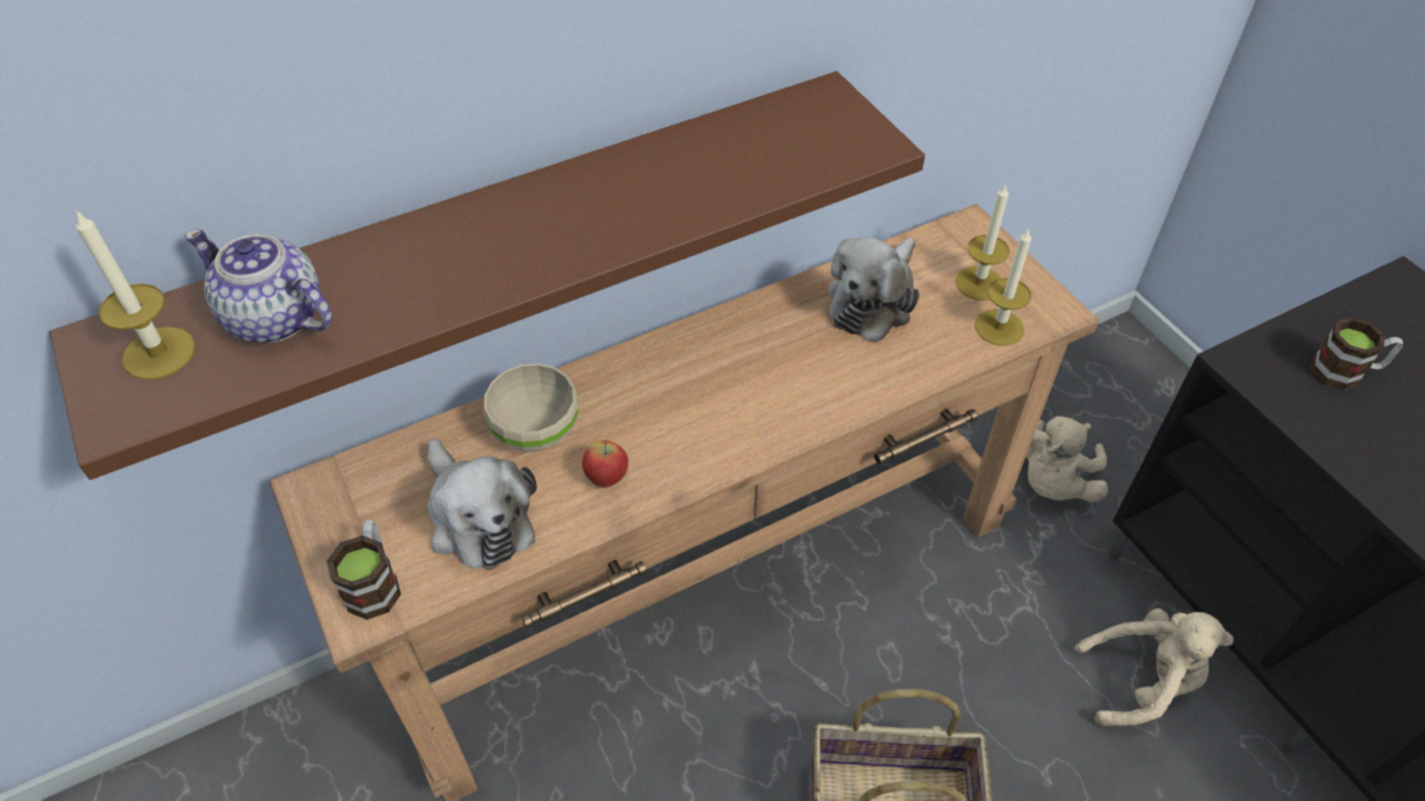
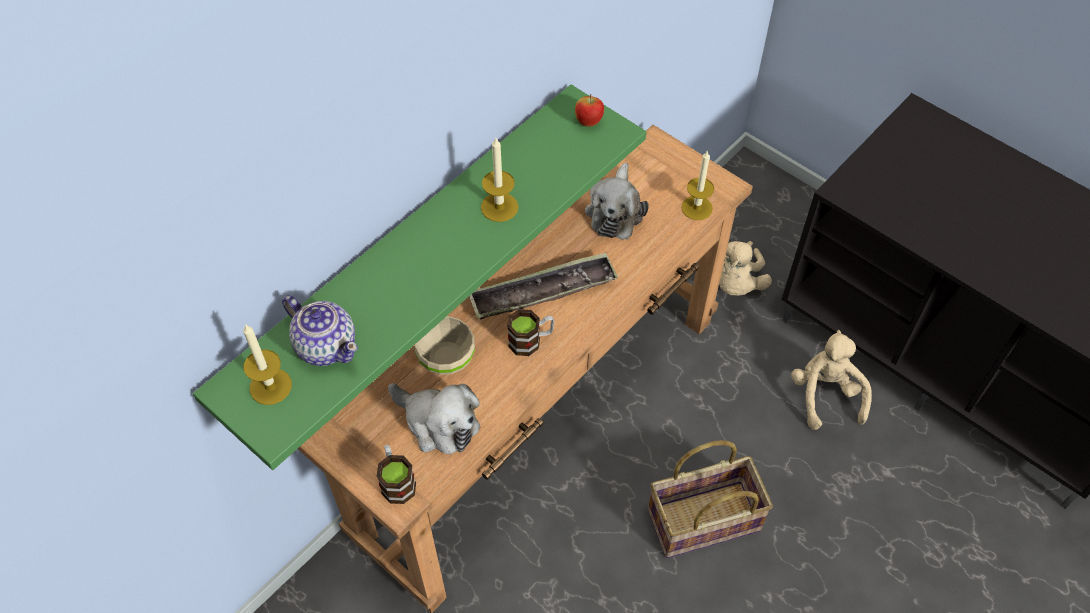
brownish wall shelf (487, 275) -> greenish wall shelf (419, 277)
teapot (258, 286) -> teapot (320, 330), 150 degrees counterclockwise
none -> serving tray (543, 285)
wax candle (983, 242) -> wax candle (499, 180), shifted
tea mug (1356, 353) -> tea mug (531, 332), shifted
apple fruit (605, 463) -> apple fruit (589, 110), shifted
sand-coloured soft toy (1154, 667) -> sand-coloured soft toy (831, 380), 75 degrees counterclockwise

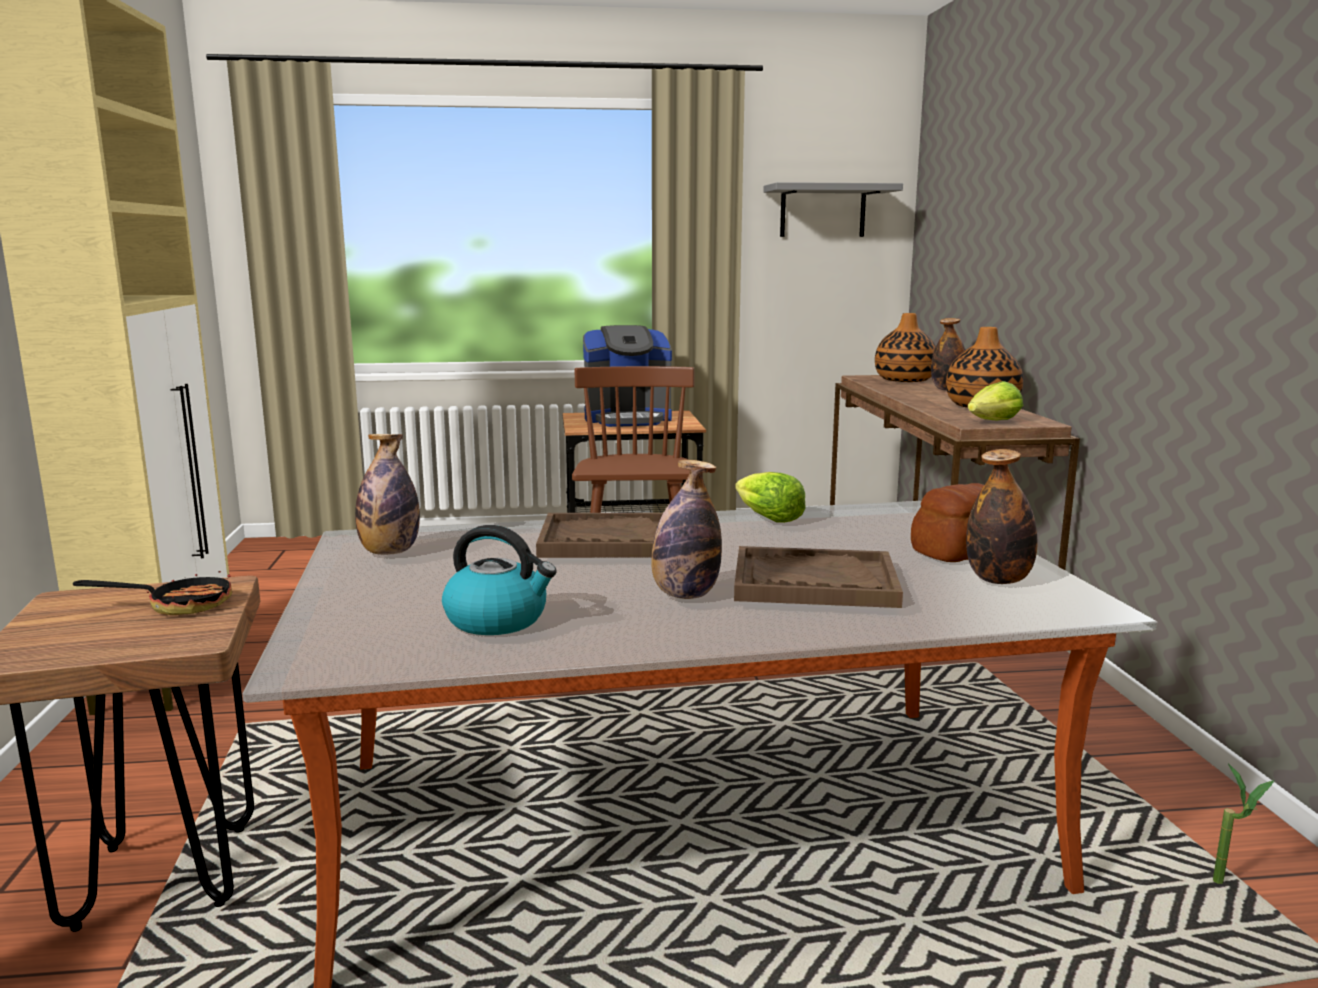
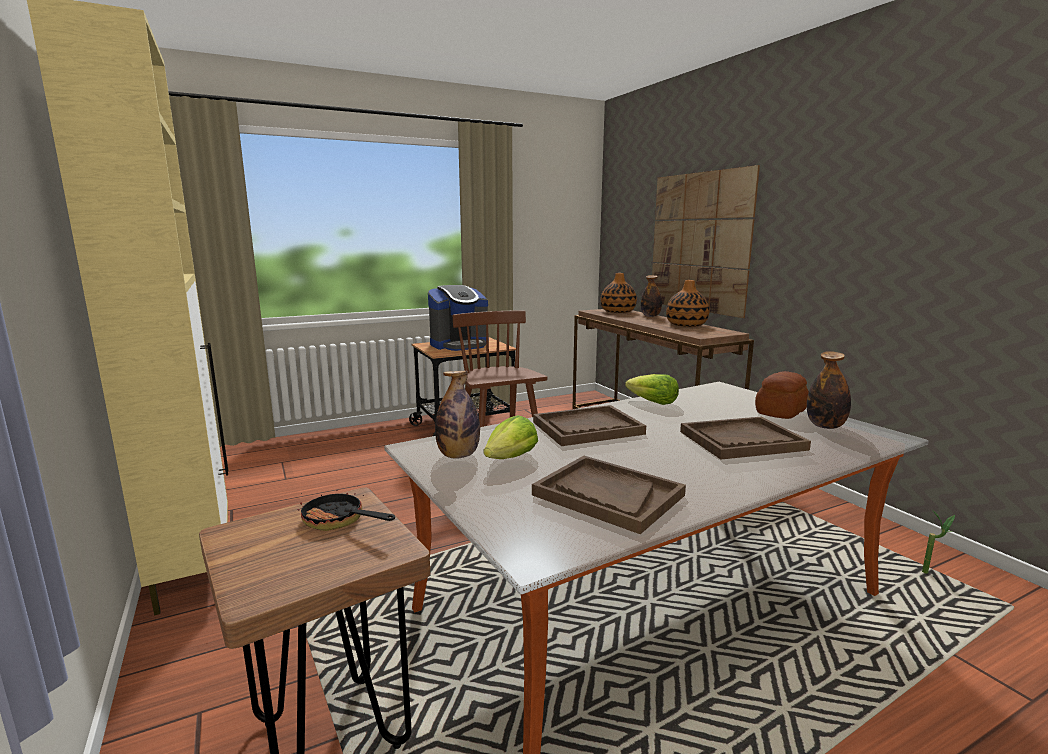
pan (152, 593) -> pan (346, 510), 120 degrees counterclockwise
lettuce (995, 401) -> lettuce (511, 437), shifted
kettle (499, 580) -> brownish serving tray (609, 495)
none -> wall picture (706, 241)
beverage bottle (686, 529) -> none
grey wall shelf (833, 209) -> none

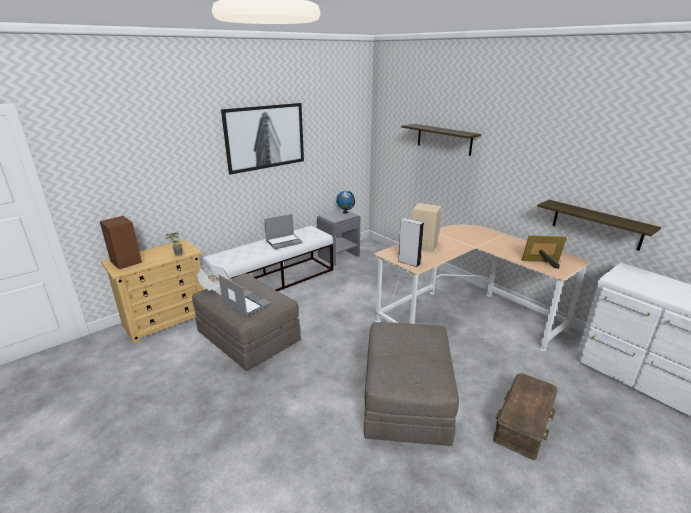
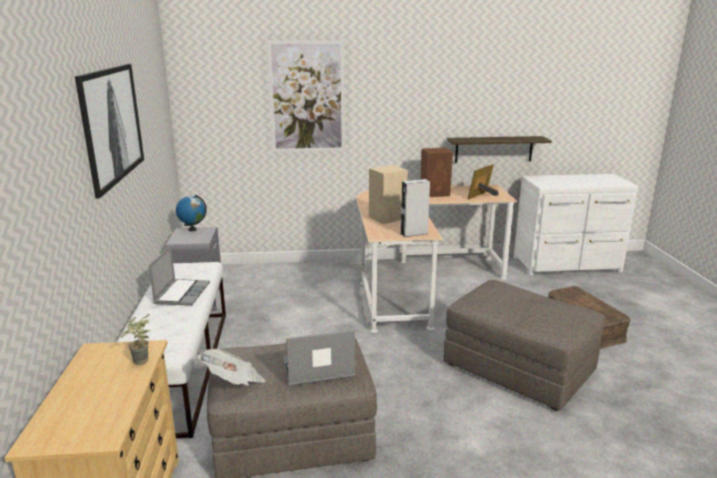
wall shelf (441, 140) -> wall picture (306, 96)
brownish speaker (121, 243) -> brownish speaker (436, 172), shifted

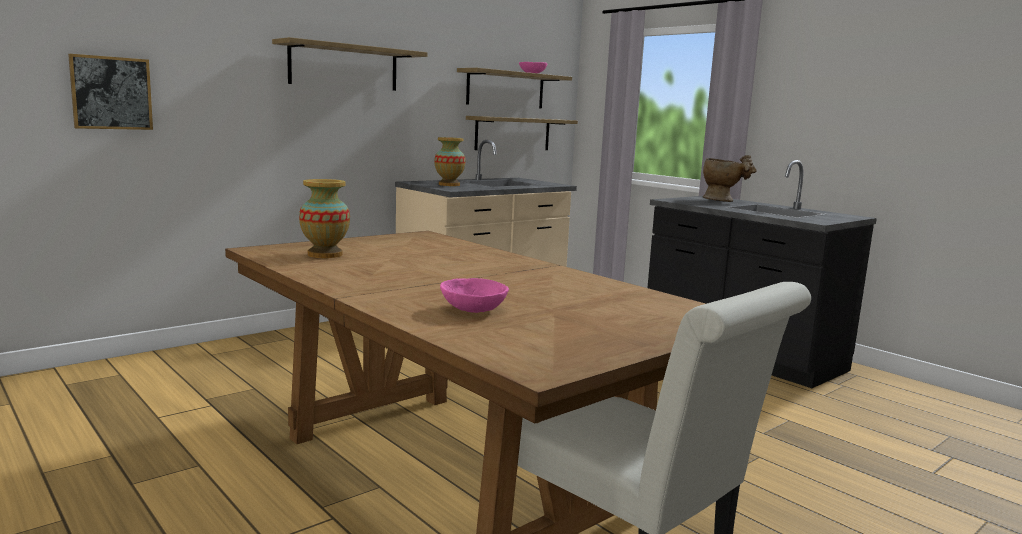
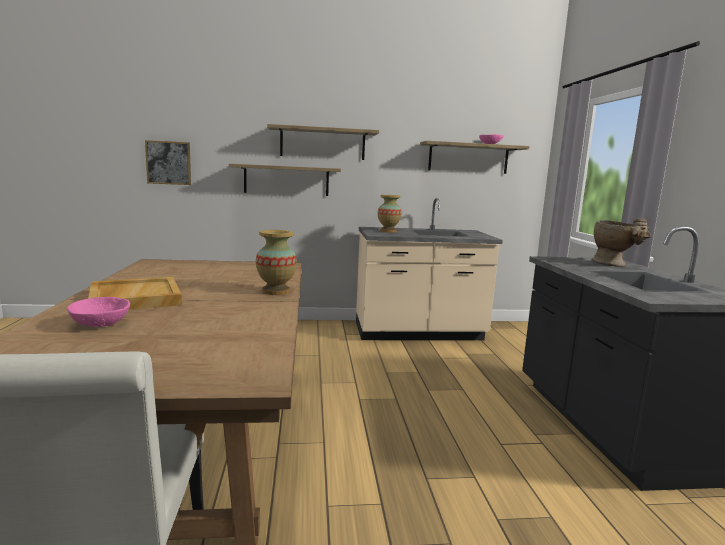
none -> sand-coloured serving tray (135, 293)
wall shelf (522, 133) -> wall shelf (285, 180), shifted
vase (324, 218) -> vase (276, 262), shifted

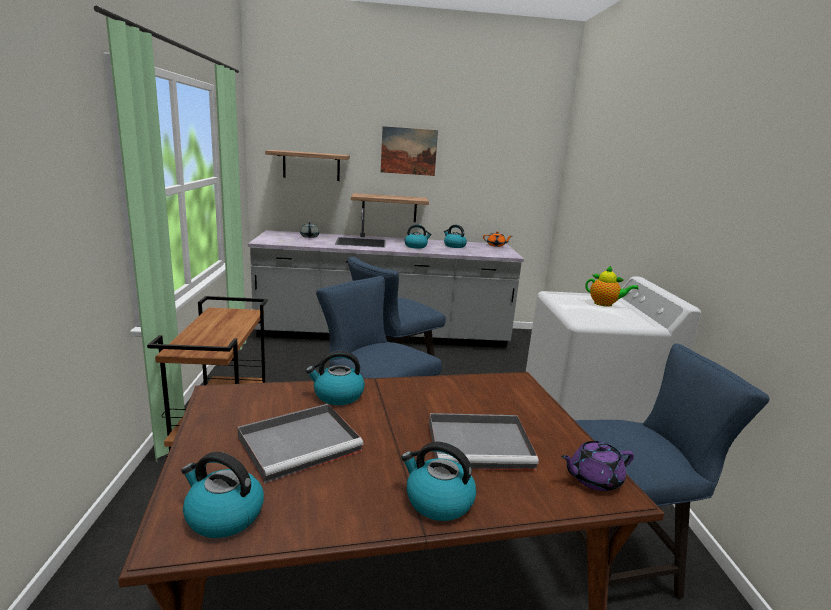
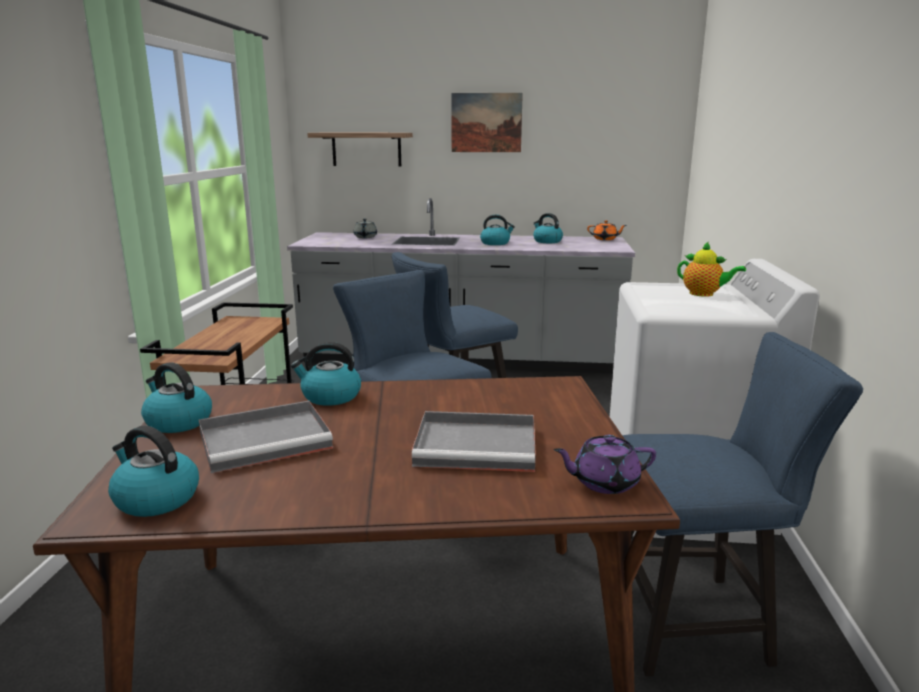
kettle (438, 481) -> kettle (176, 397), shifted
wall shelf (390, 207) -> none

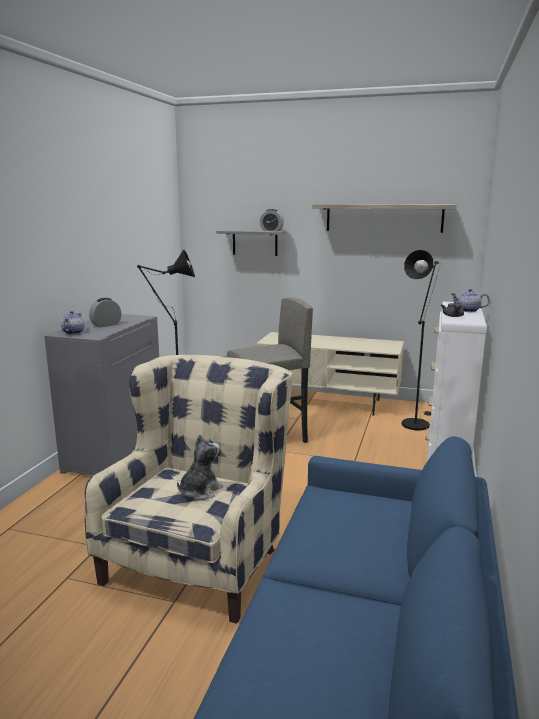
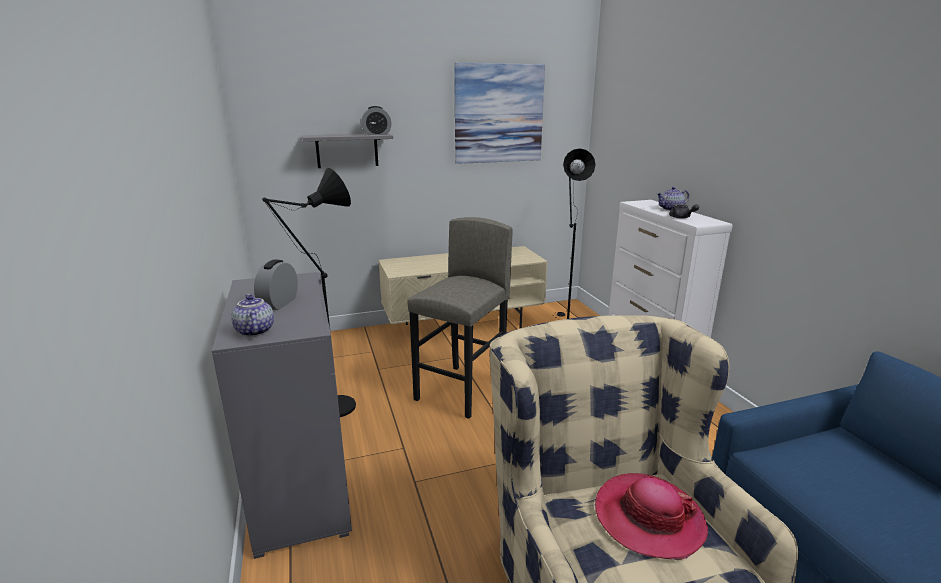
wall shelf (384, 218) -> wall picture (499, 113)
soft toy (200, 467) -> wearable hat (651, 516)

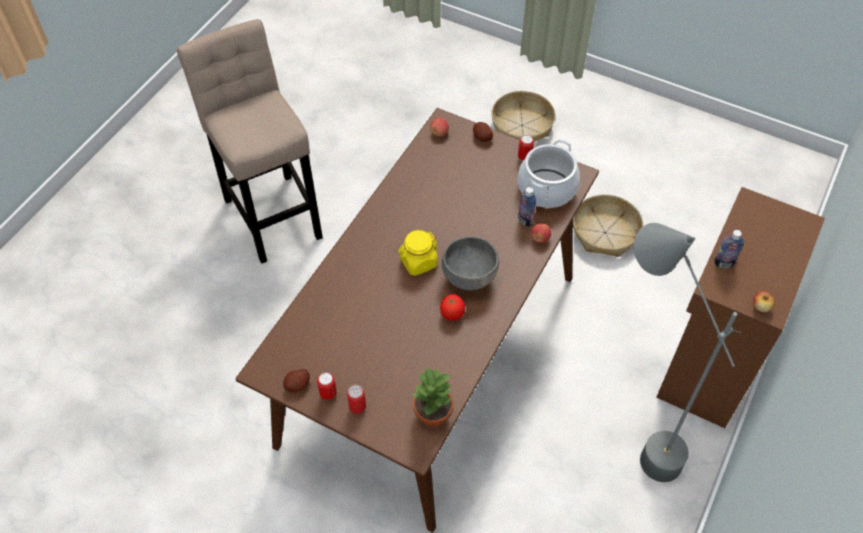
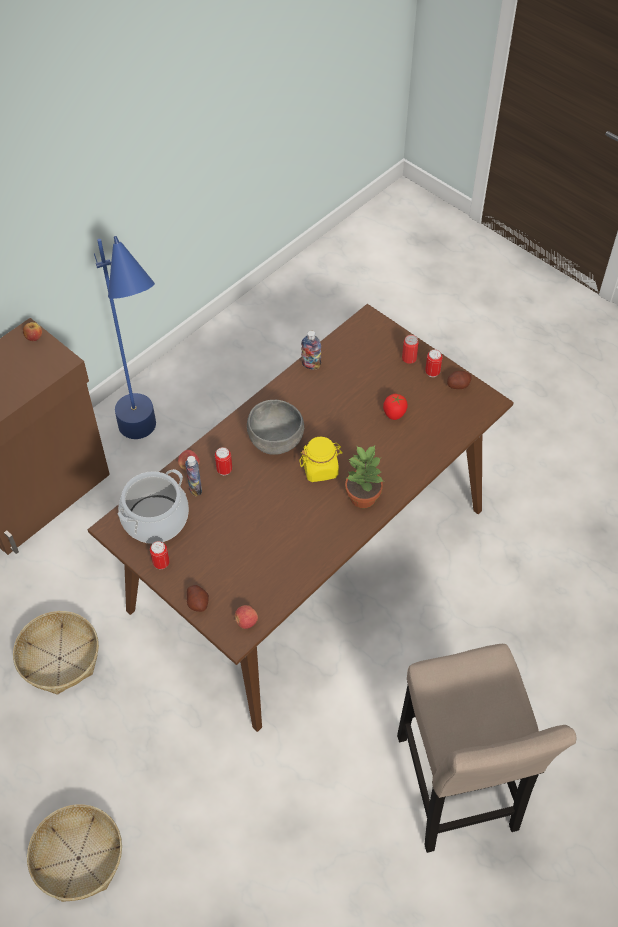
grey standard lamp (687, 352) -> bluish standard lamp (125, 337)
none -> metal can (223, 461)
beverage bottle (729, 249) -> beverage bottle (311, 350), shifted
potted plant (432, 397) -> potted plant (364, 477), shifted
fresh tomato (452, 307) -> fresh tomato (395, 407), shifted

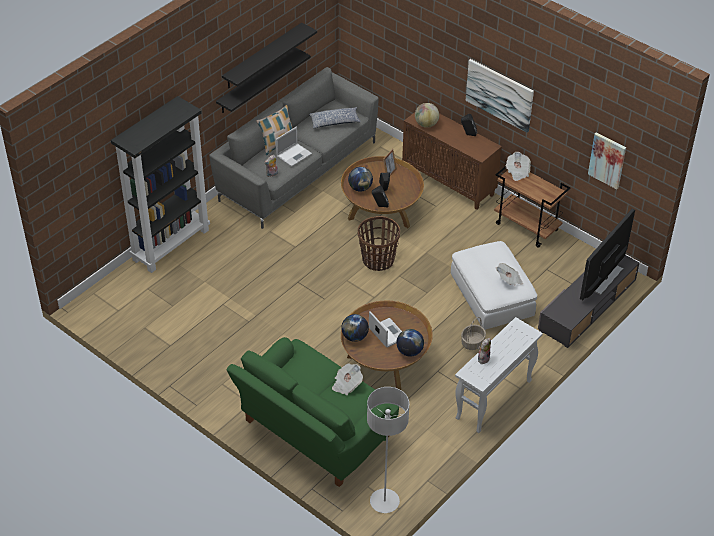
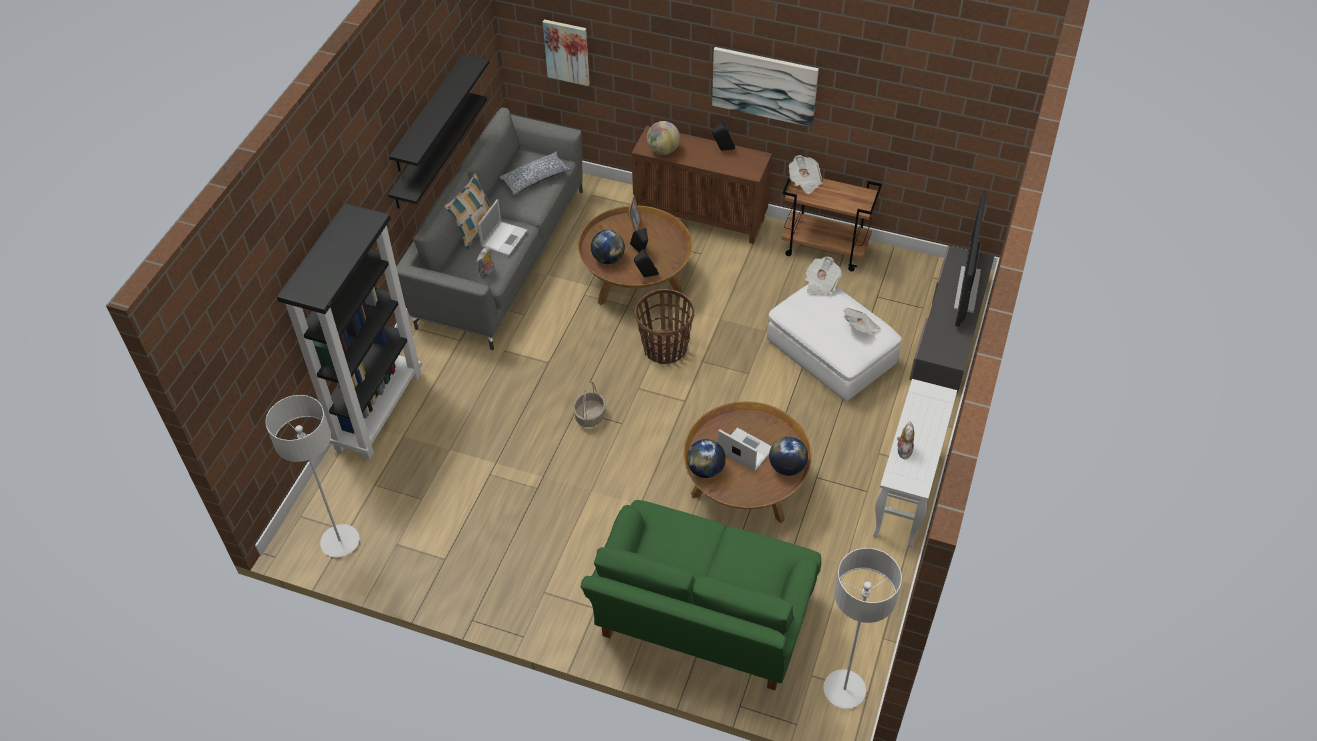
none -> grey standard lamp (312, 476)
wall picture (607, 160) -> wall picture (566, 52), shifted
storage basket (473, 333) -> storage basket (589, 404), shifted
printed paper (347, 379) -> printed paper (823, 276), shifted

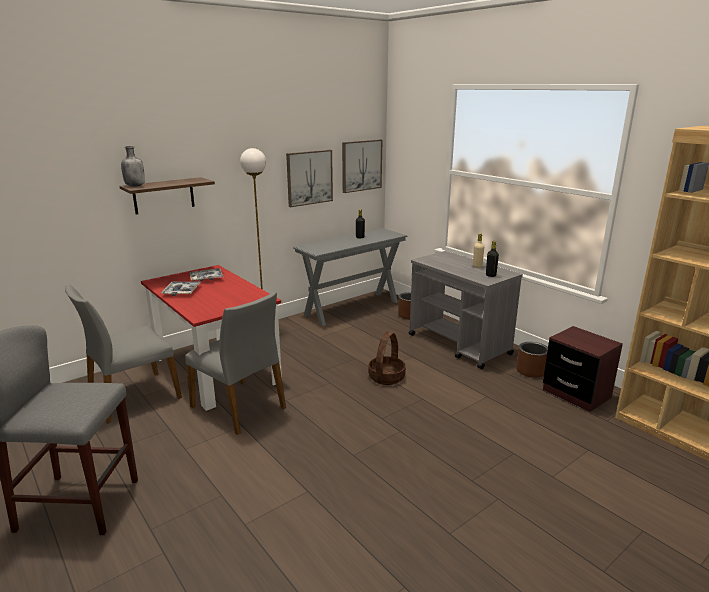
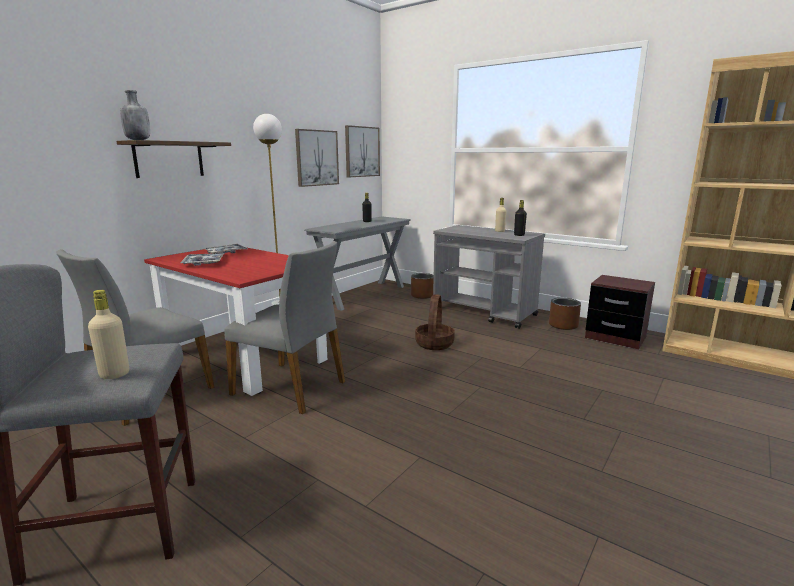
none -> sand-coloured beverage bottle (108, 334)

